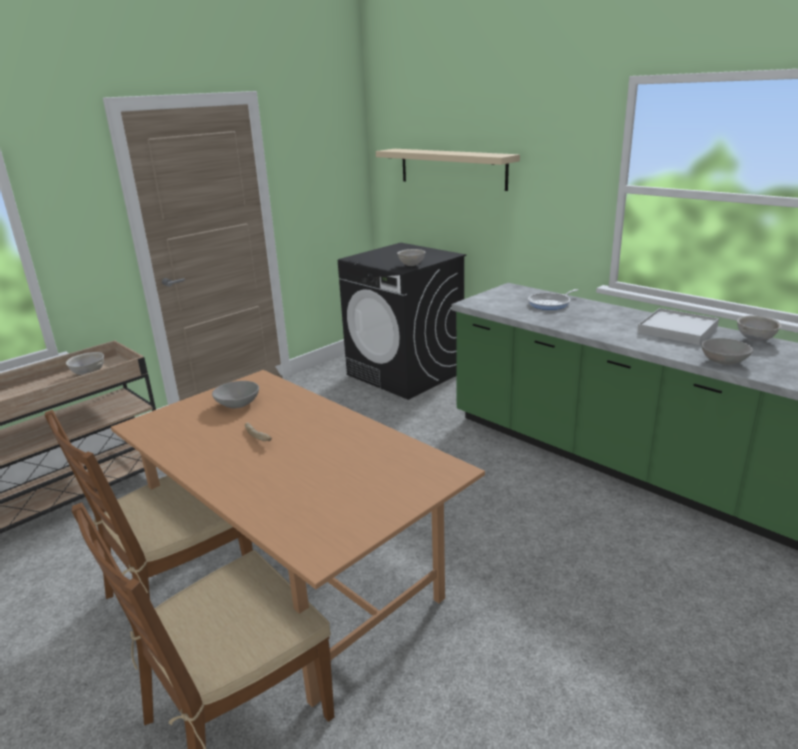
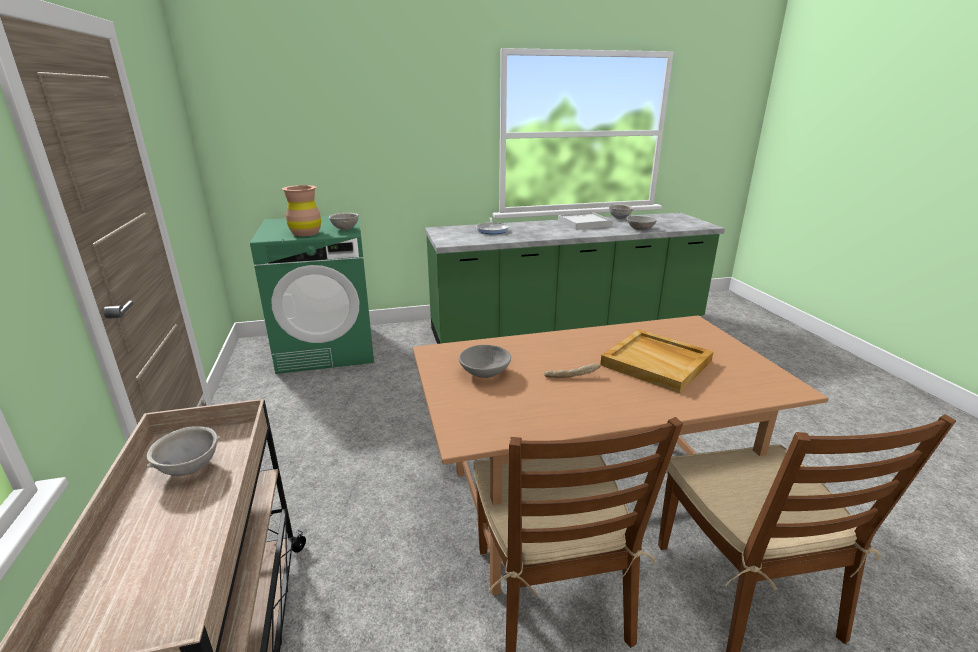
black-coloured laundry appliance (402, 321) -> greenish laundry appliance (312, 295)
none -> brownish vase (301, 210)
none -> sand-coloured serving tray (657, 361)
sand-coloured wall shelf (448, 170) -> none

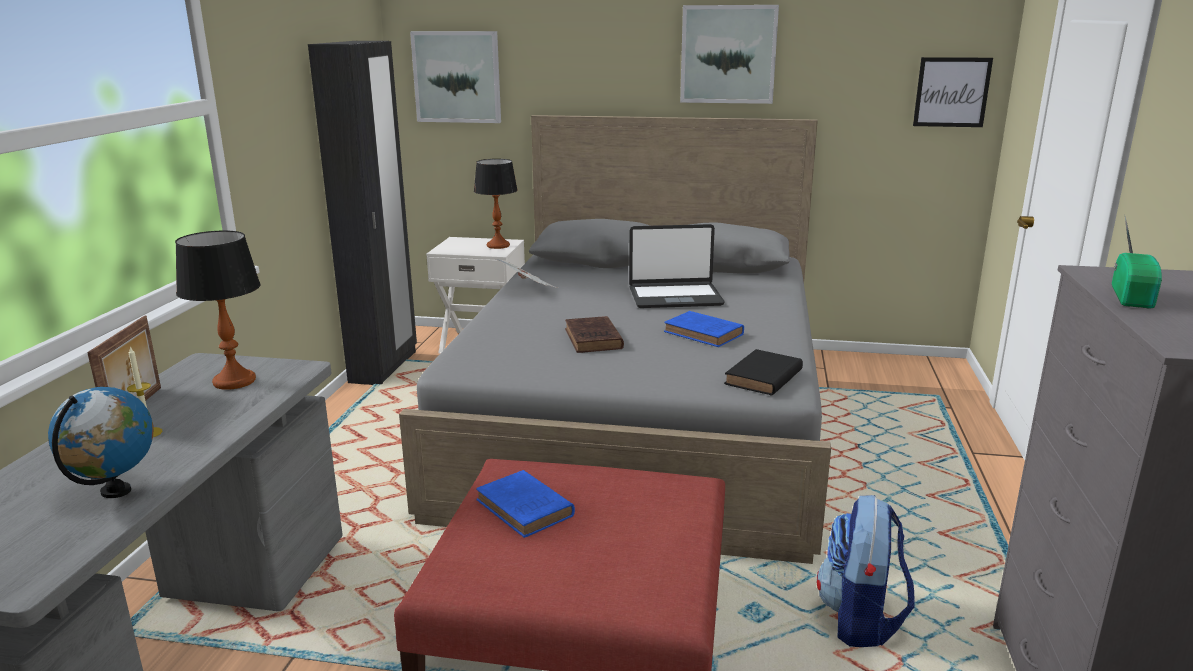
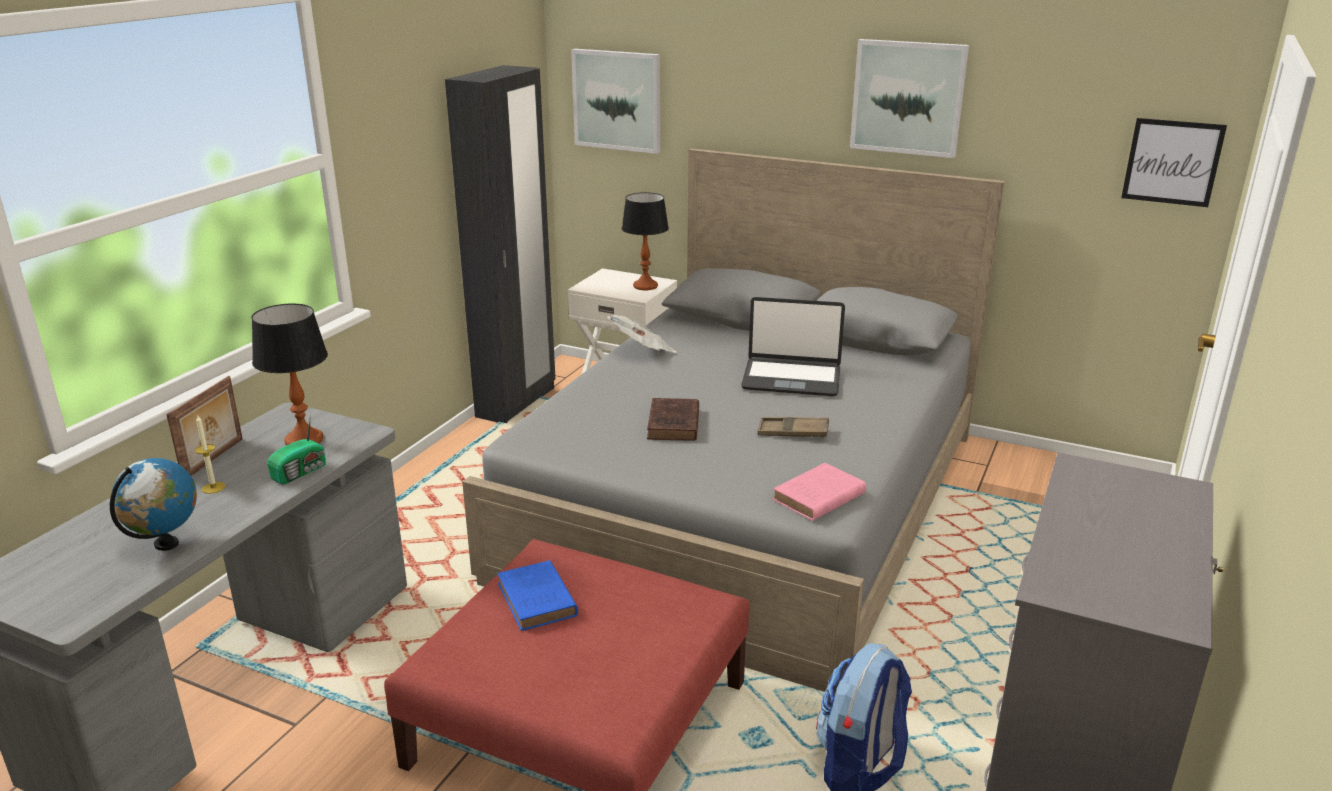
radio set (1137, 262) -> radio set (296, 448), shifted
bluish volume (704, 329) -> brownish serving tray (793, 427)
black-coloured volume (763, 372) -> pink-coloured volume (819, 492)

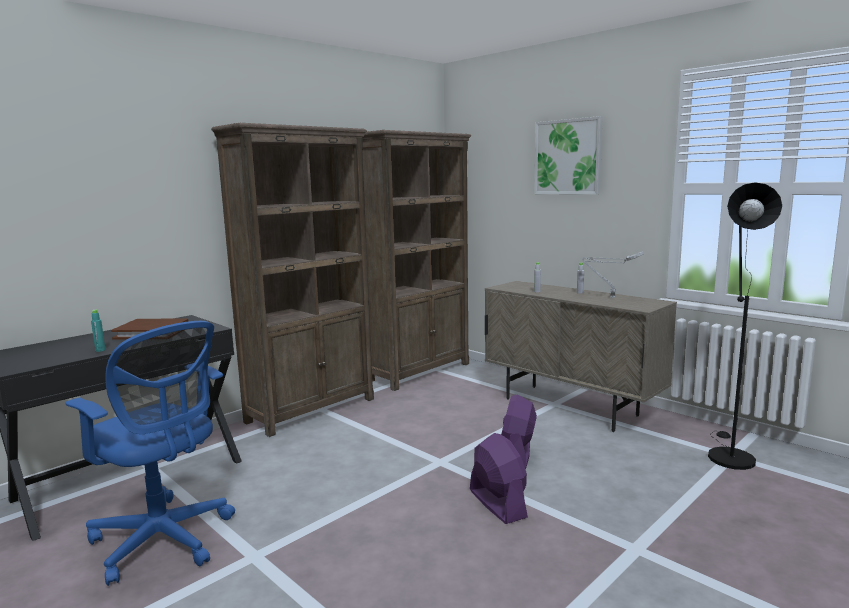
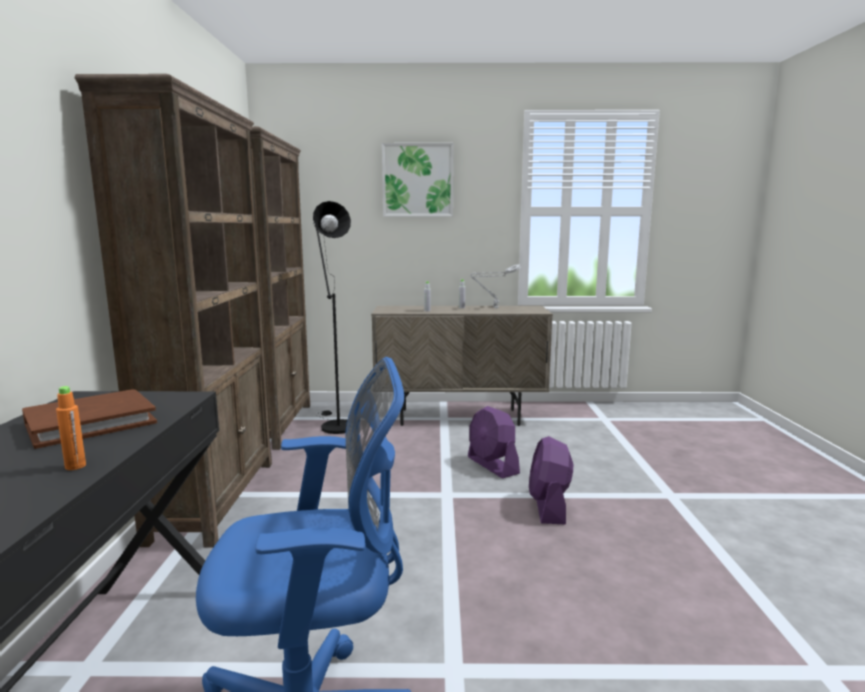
turquoise-coloured beverage bottle (98, 331) -> orange beverage bottle (71, 428)
black-coloured standard lamp (745, 326) -> black-coloured standard lamp (332, 317), shifted
purple electric fan (499, 478) -> purple electric fan (551, 480), 105 degrees counterclockwise

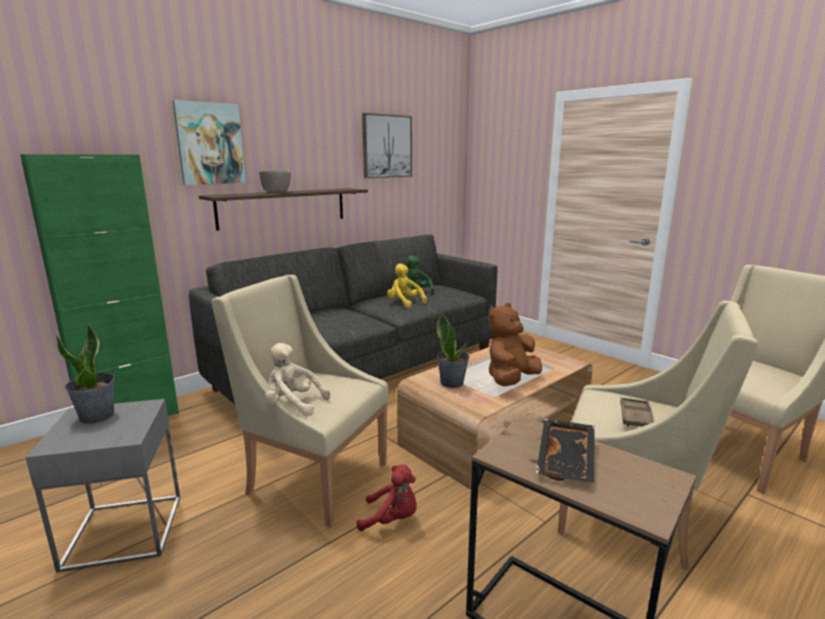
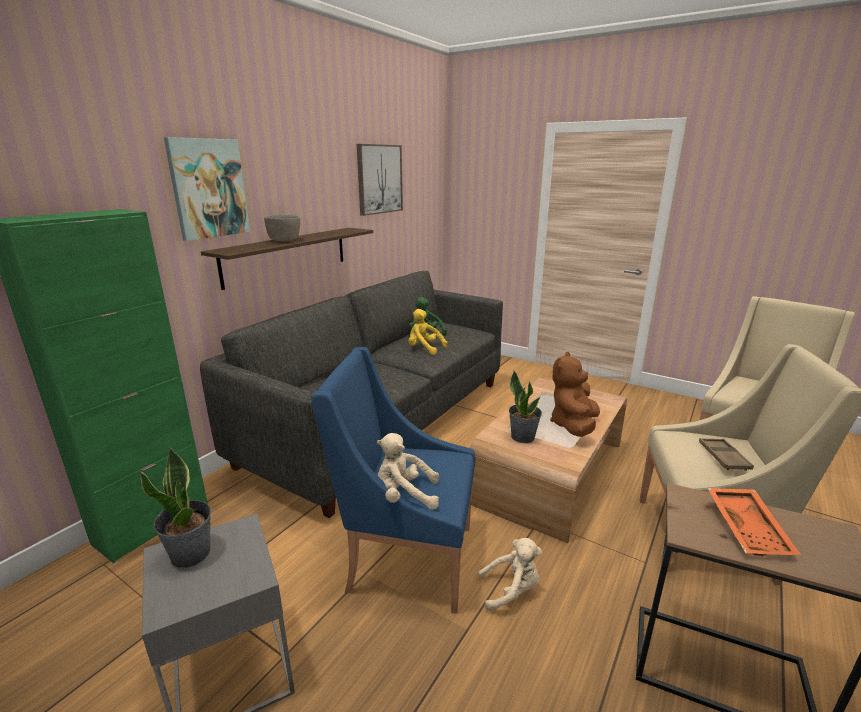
sand-coloured armchair (300, 401) -> bluish armchair (393, 480)
reddish soft toy (387, 498) -> sand-coloured soft toy (510, 574)
black-coloured serving tray (565, 451) -> orange serving tray (754, 522)

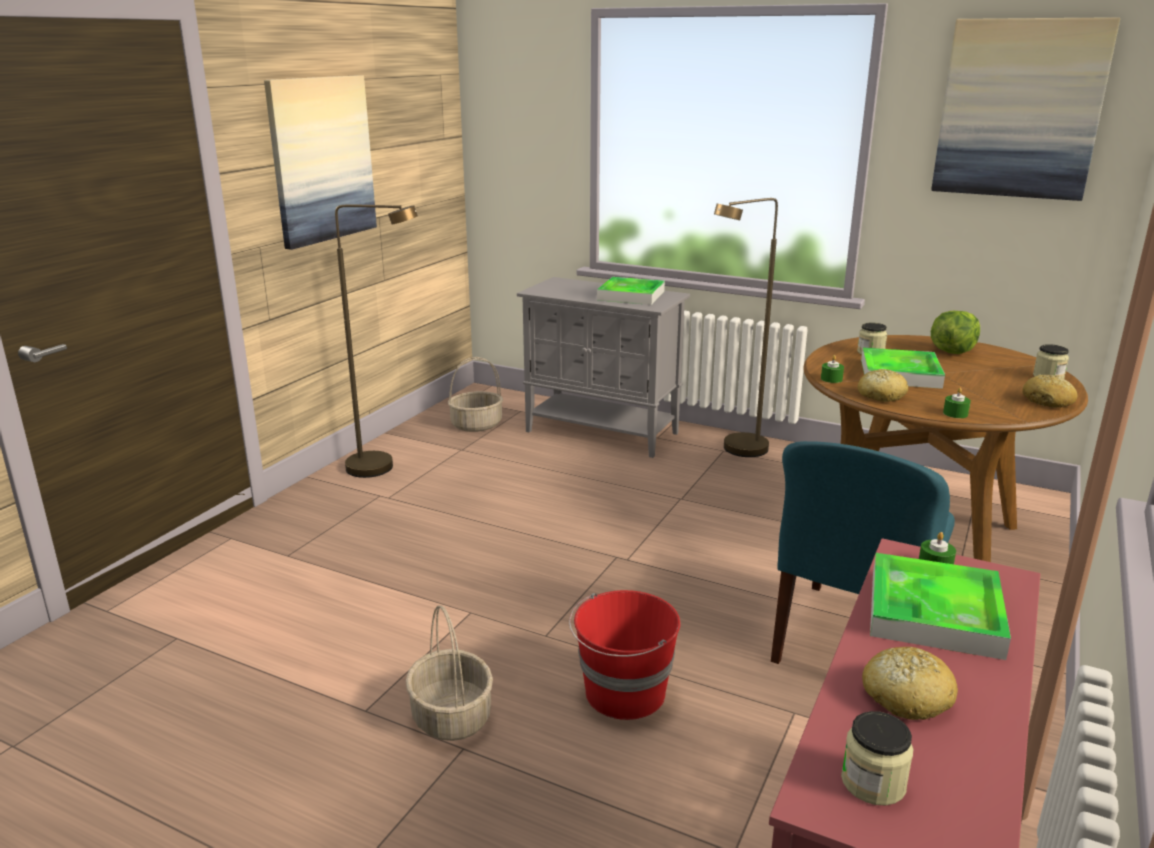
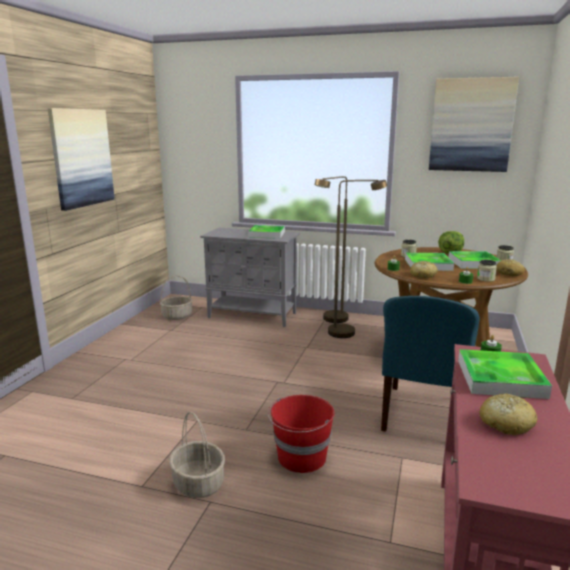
brownish standard lamp (376, 341) -> brownish standard lamp (357, 259), shifted
none -> serving tray (475, 260)
preserve jar (877, 758) -> preserve jar (487, 271), shifted

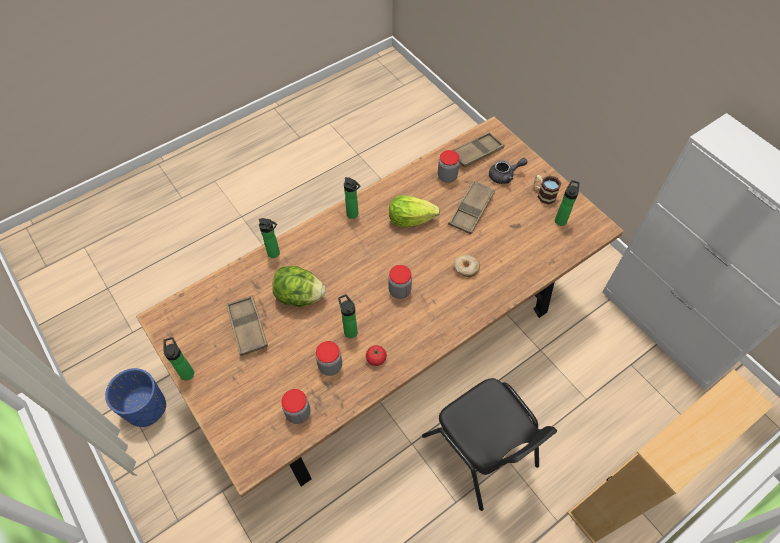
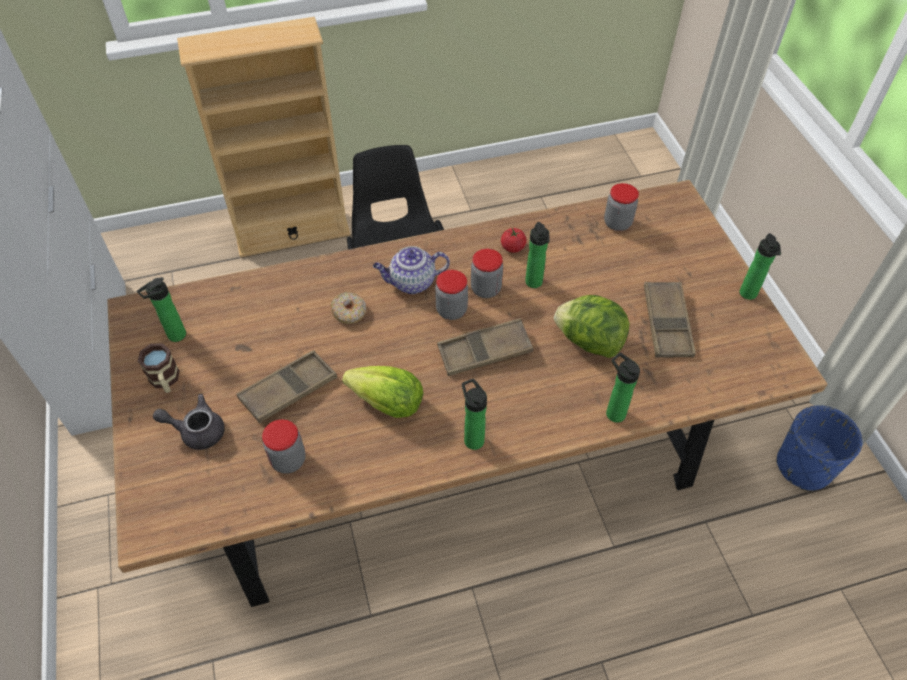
none -> teapot (411, 270)
brownish serving tray (478, 150) -> brownish serving tray (485, 347), shifted
preserve jar (329, 358) -> preserve jar (487, 273), shifted

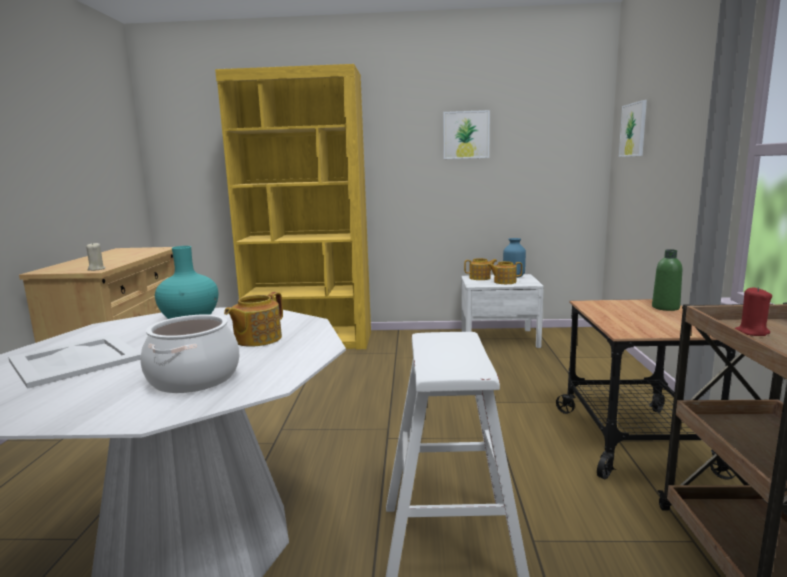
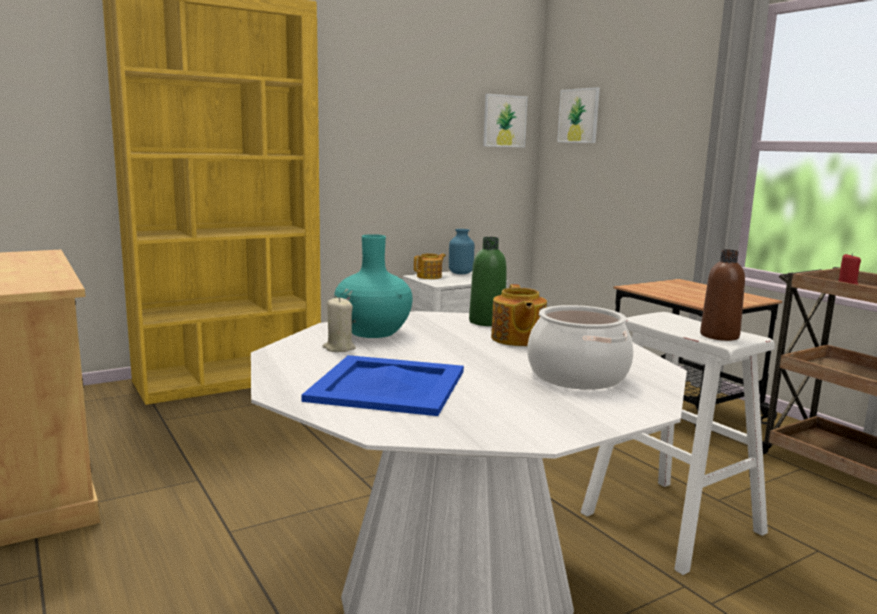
whitish serving tray (74, 361) -> bluish serving tray (382, 385)
sand-coloured wax candle (96, 256) -> sand-coloured wax candle (339, 324), shifted
greenish beverage bottle (667, 280) -> greenish beverage bottle (488, 281), shifted
wall picture (466, 134) -> wall picture (505, 120), shifted
none -> brownish beverage bottle (722, 295)
teapot (504, 272) -> none

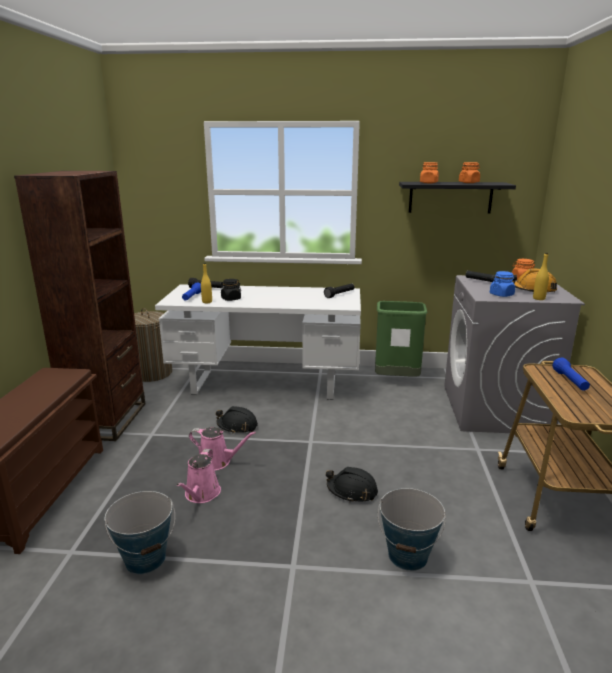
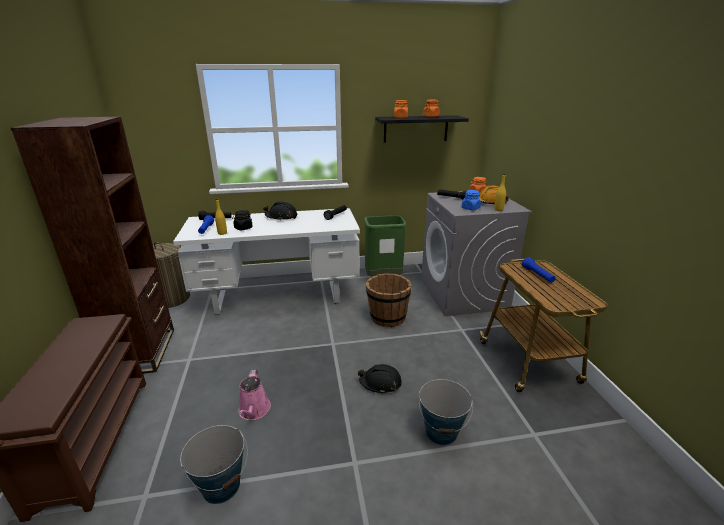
black-coloured safety helmet (237, 420) -> black-coloured safety helmet (280, 211), shifted
none -> brownish bucket (389, 300)
pink-coloured watering pot (222, 449) -> none

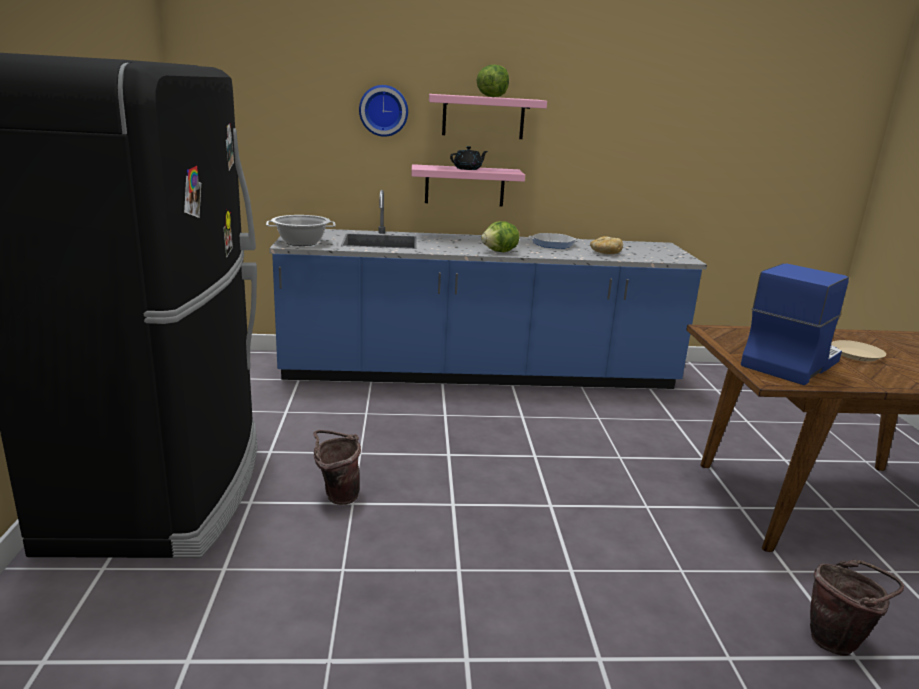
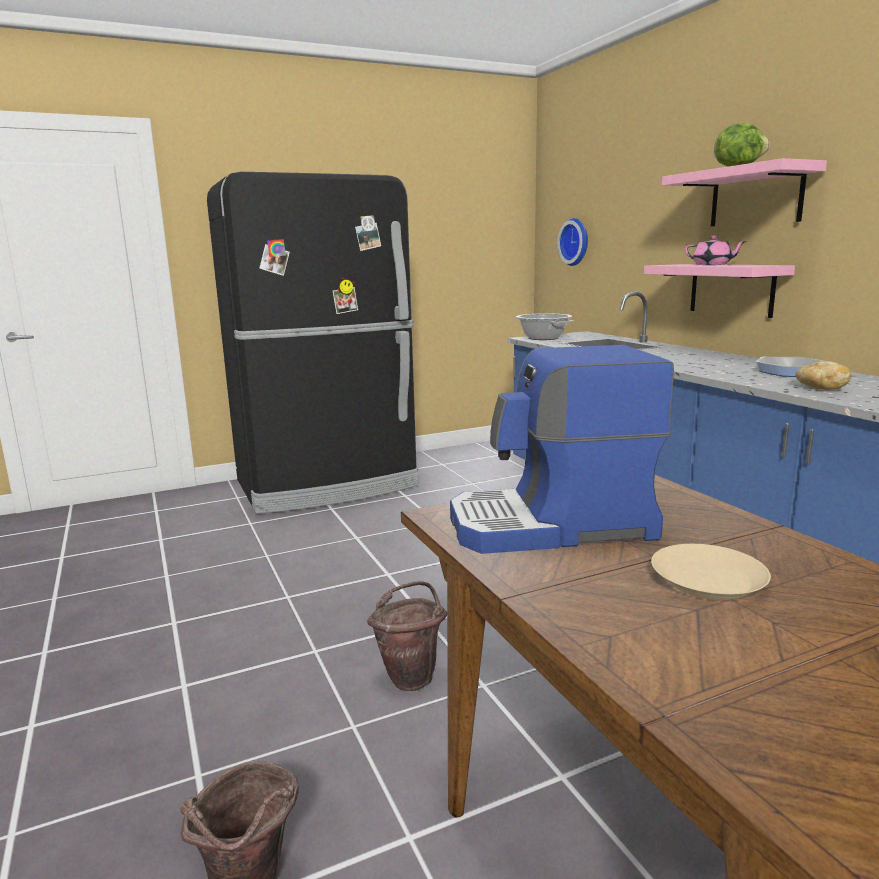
brownish bucket (337, 467) -> brownish bucket (407, 636), shifted
coffee brewer (795, 324) -> coffee brewer (562, 449), 150 degrees clockwise
clock on the wall (383, 111) -> clock on the wall (572, 242), shifted
black-coloured teapot (469, 158) -> pink-coloured teapot (715, 250)
lettuce (500, 236) -> none

